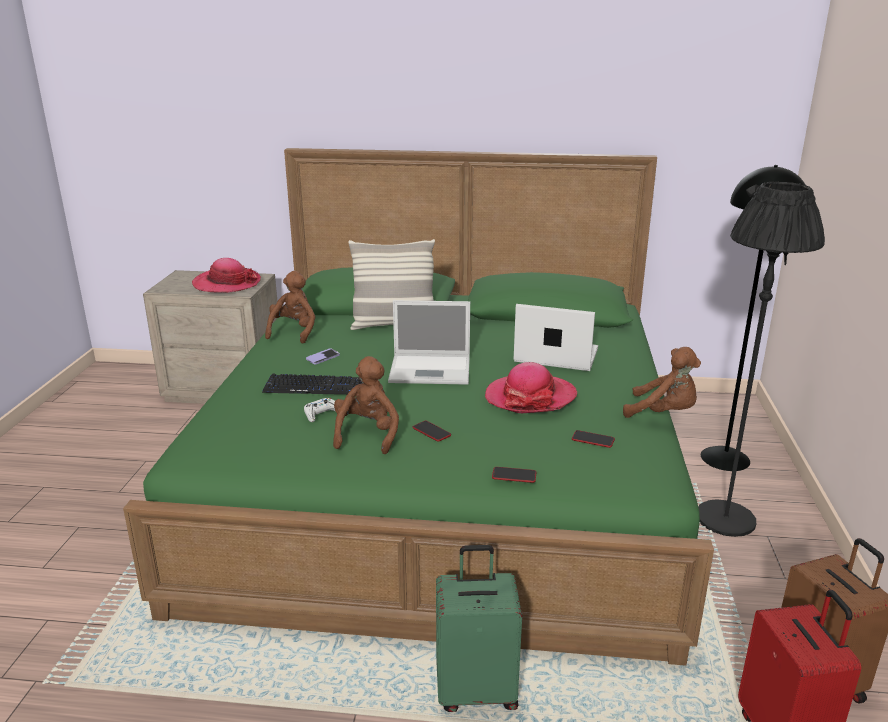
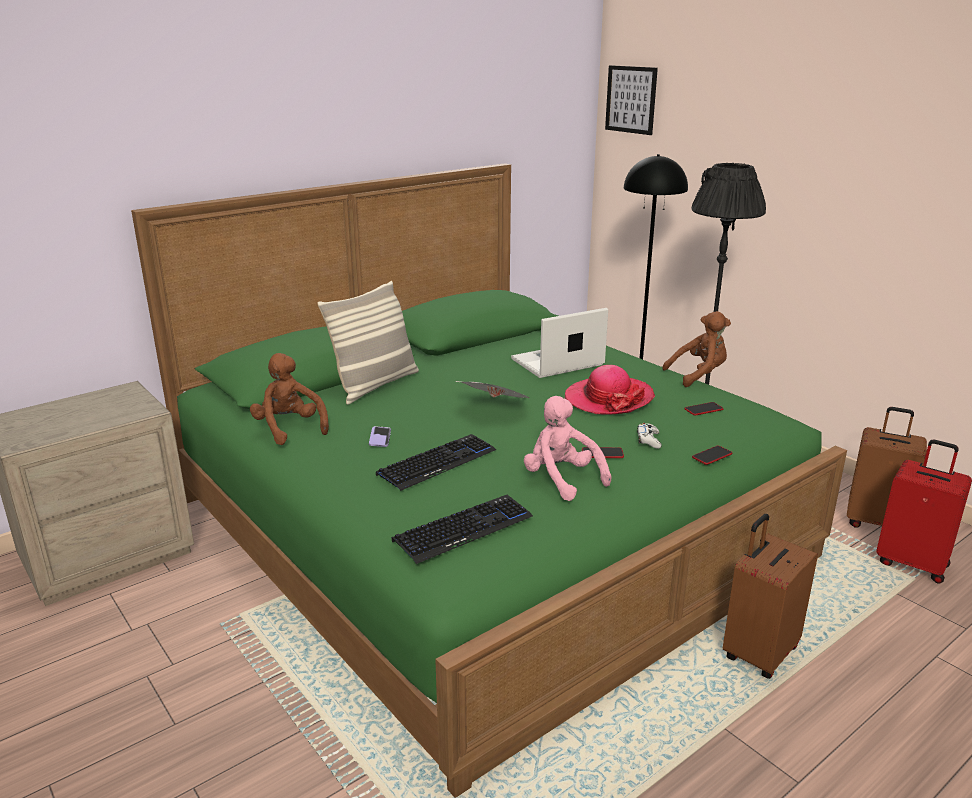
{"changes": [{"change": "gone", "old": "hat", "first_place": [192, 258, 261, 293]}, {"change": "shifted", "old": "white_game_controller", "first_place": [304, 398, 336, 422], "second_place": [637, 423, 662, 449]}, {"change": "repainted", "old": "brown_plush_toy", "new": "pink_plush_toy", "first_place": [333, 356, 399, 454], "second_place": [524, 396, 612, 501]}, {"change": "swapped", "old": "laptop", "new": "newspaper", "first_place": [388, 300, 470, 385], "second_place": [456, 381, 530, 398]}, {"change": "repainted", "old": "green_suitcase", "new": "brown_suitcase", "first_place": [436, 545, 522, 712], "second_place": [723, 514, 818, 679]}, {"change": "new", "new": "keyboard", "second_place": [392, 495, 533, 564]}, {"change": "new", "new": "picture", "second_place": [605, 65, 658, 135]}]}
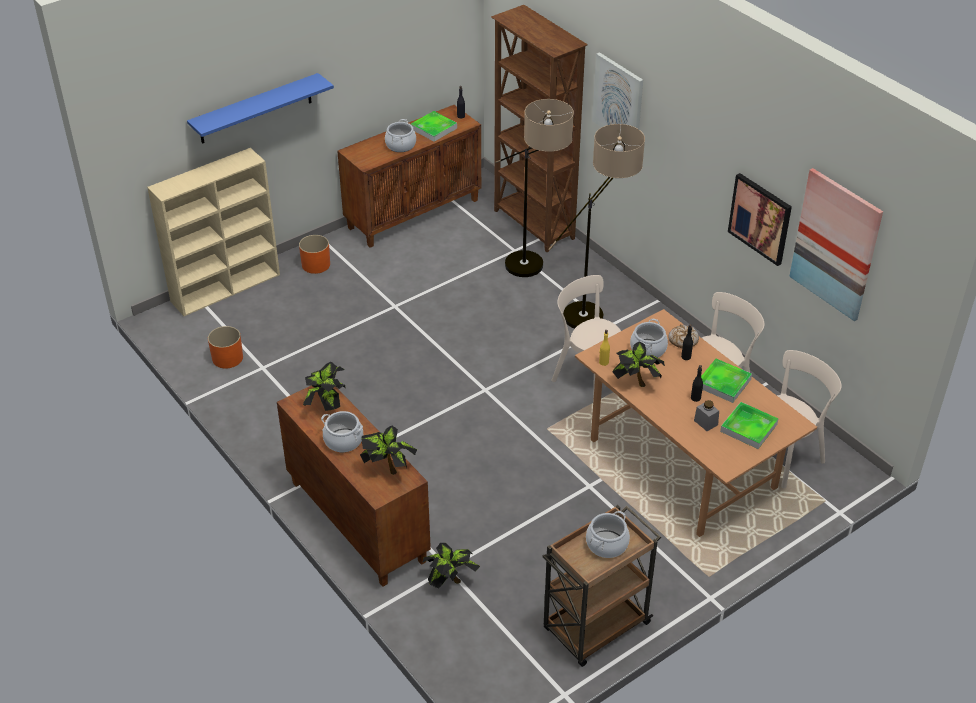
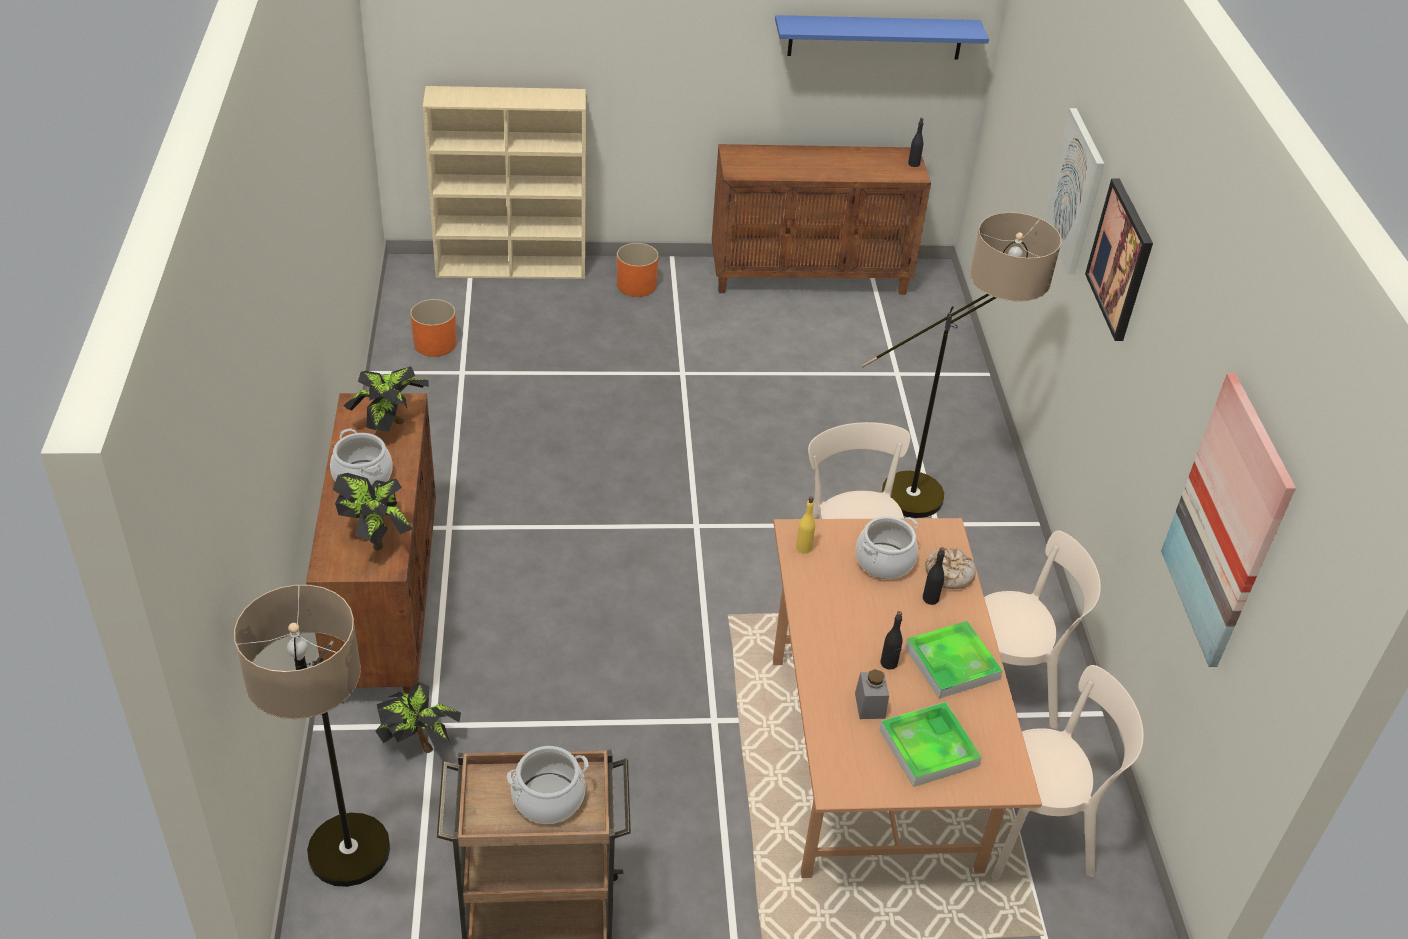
{"changes": [{"change": "shifted", "old": "blue_shelf", "first_place": [187, 73, 334, 144], "second_place": [775, 15, 989, 60]}, {"change": "gone", "old": "cooking_pot", "first_place": [385, 119, 416, 152]}, {"change": "gone", "old": "tray", "first_place": [411, 111, 457, 142]}, {"change": "gone", "old": "brown_bookcase", "first_place": [491, 5, 588, 252]}, {"change": "shifted", "old": "floor_lamp", "first_place": [495, 99, 574, 277], "second_place": [234, 585, 390, 887]}, {"change": "gone", "old": "potted_plant", "first_place": [612, 341, 665, 387]}, {"change": "shifted", "old": "picture", "first_place": [728, 173, 792, 266], "second_place": [1085, 179, 1153, 341]}]}
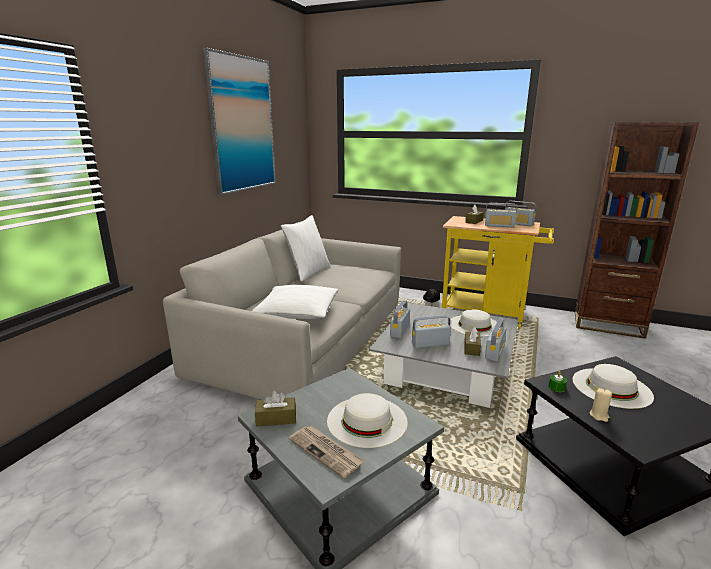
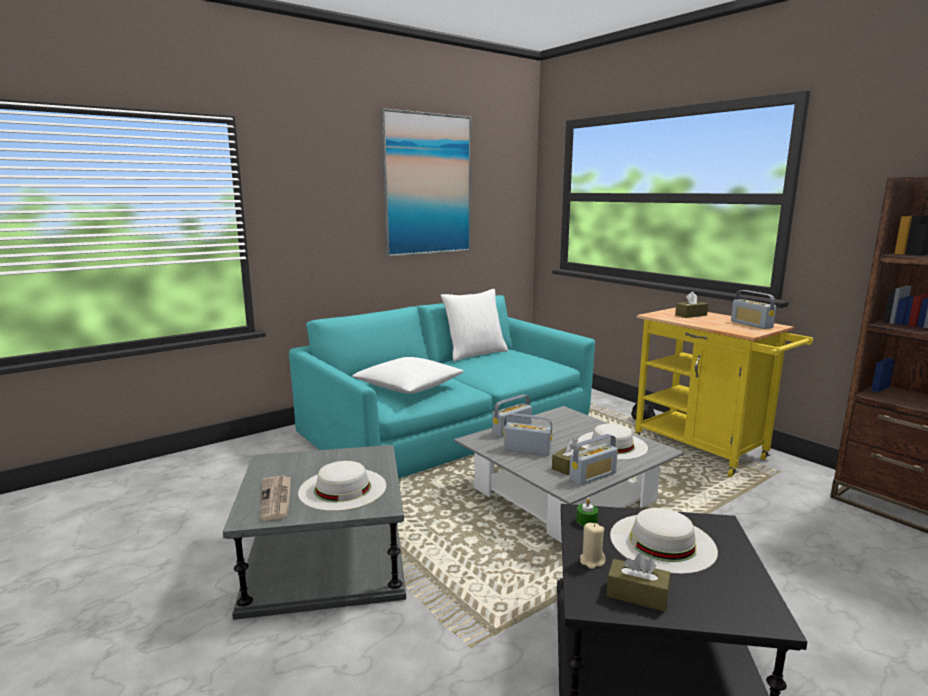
{"changes": [{"change": "repainted", "old": "grey_sofa", "new": "turquoise_sofa", "first_place": [163, 230, 401, 400], "second_place": [289, 295, 595, 479]}, {"change": "shifted", "old": "brown_tissue_box", "first_place": [255, 391, 296, 427], "second_place": [607, 553, 670, 611]}, {"change": "gone", "old": "radio", "first_place": [485, 203, 517, 228]}]}
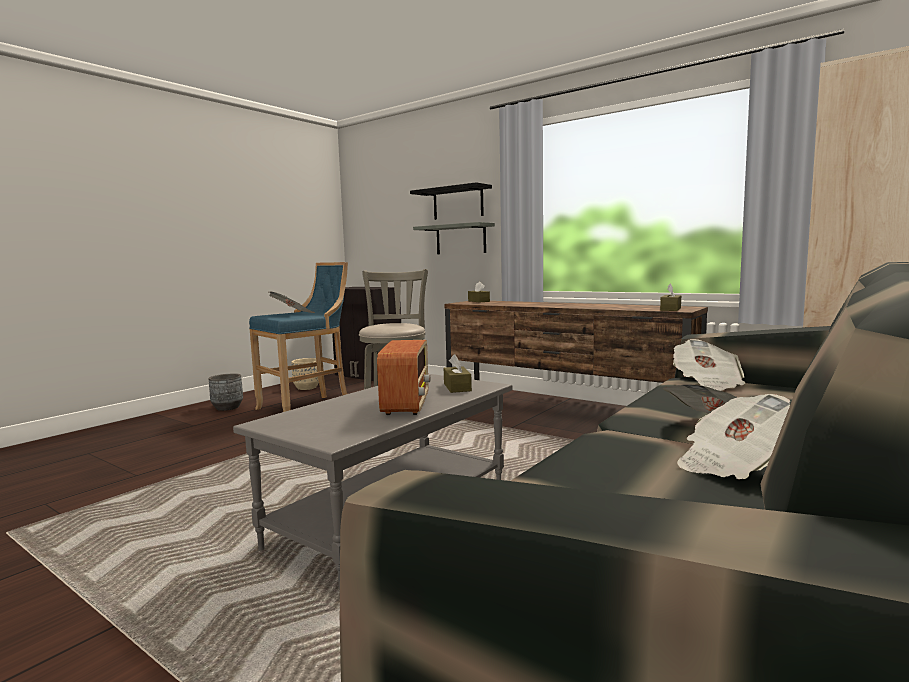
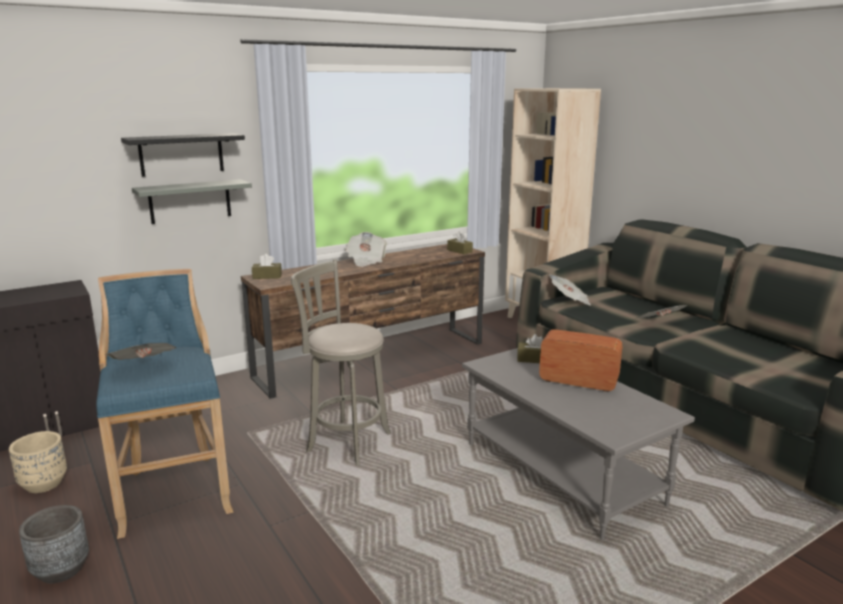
{"changes": [{"change": "shifted", "old": "newspaper", "first_place": [677, 394, 790, 479], "second_place": [345, 232, 387, 267]}]}
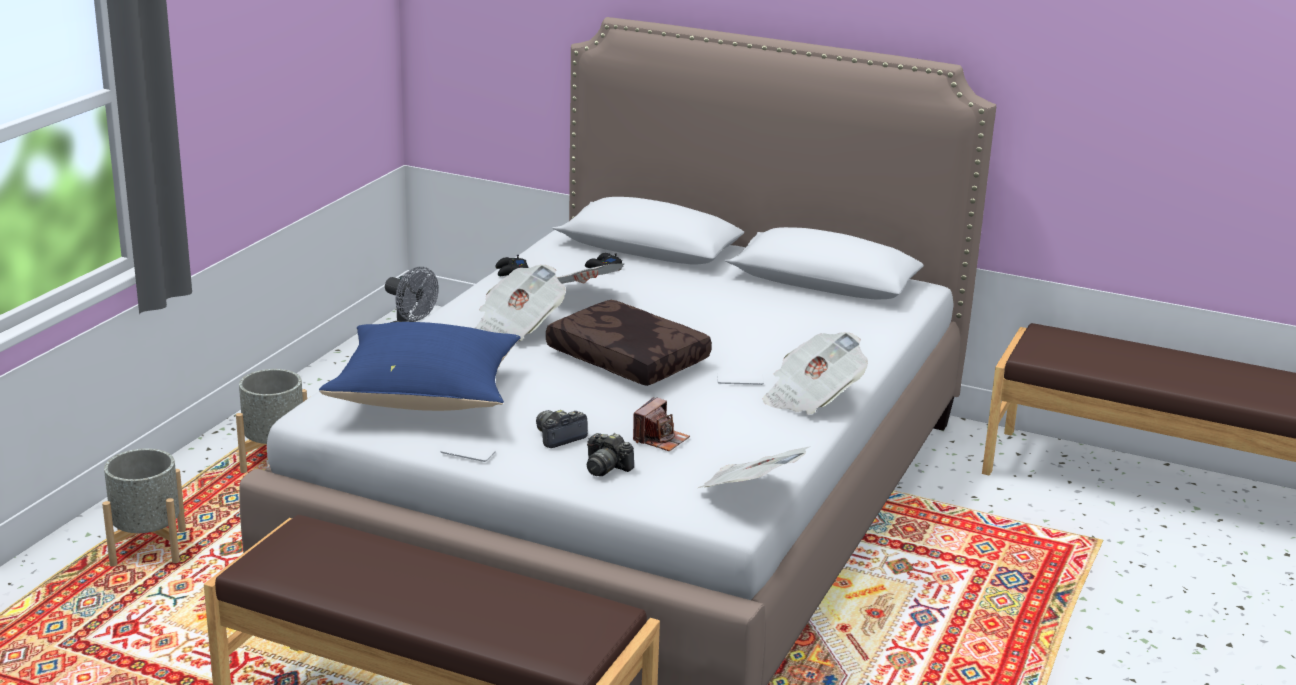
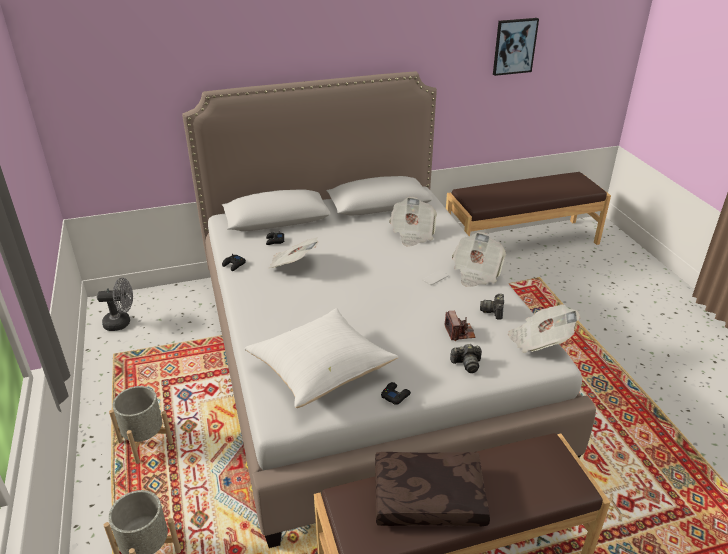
{"changes": [{"change": "repainted", "old": "blue_pillow", "new": "white_pillow", "first_place": [319, 322, 521, 411], "second_place": [244, 308, 399, 408]}, {"change": "swapped", "old": "phone", "new": "black_game_controller", "first_place": [441, 441, 495, 462], "second_place": [381, 382, 411, 404]}, {"change": "shifted", "old": "newspaper", "first_place": [475, 265, 566, 341], "second_place": [389, 197, 437, 247]}, {"change": "shifted", "old": "photo_camera", "first_place": [536, 410, 588, 448], "second_place": [480, 294, 504, 319]}, {"change": "shifted", "old": "brown_pillow", "first_place": [546, 300, 712, 386], "second_place": [375, 452, 490, 526]}, {"change": "new", "new": "picture", "second_place": [493, 18, 539, 76]}]}
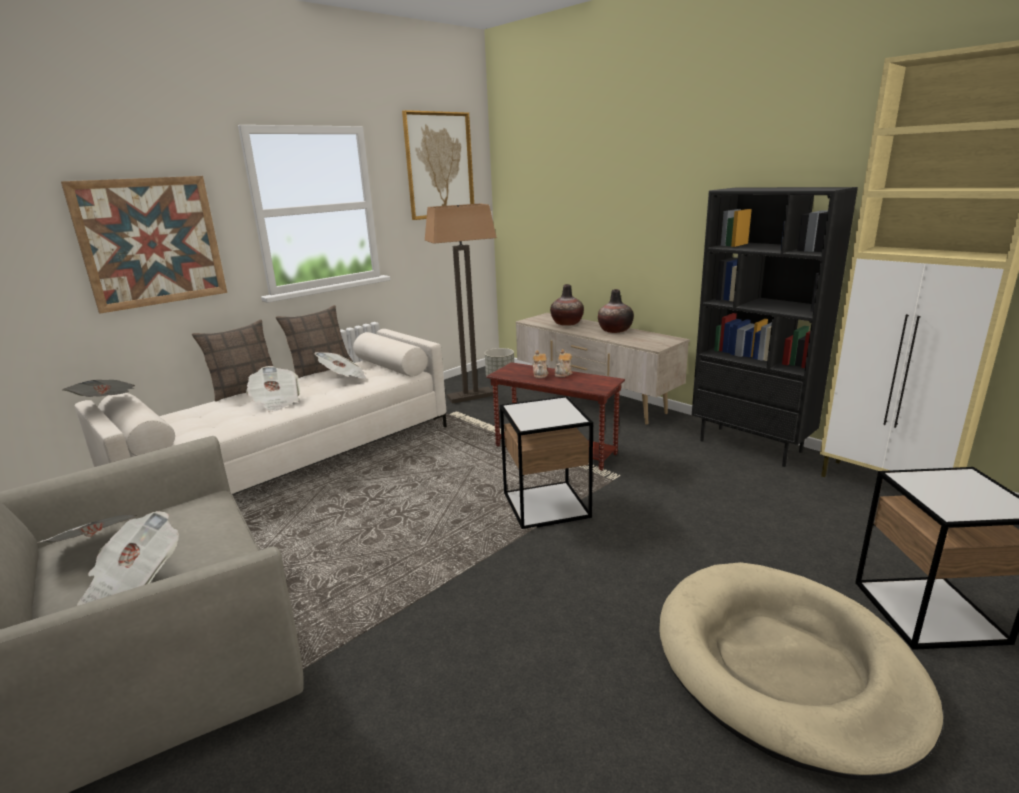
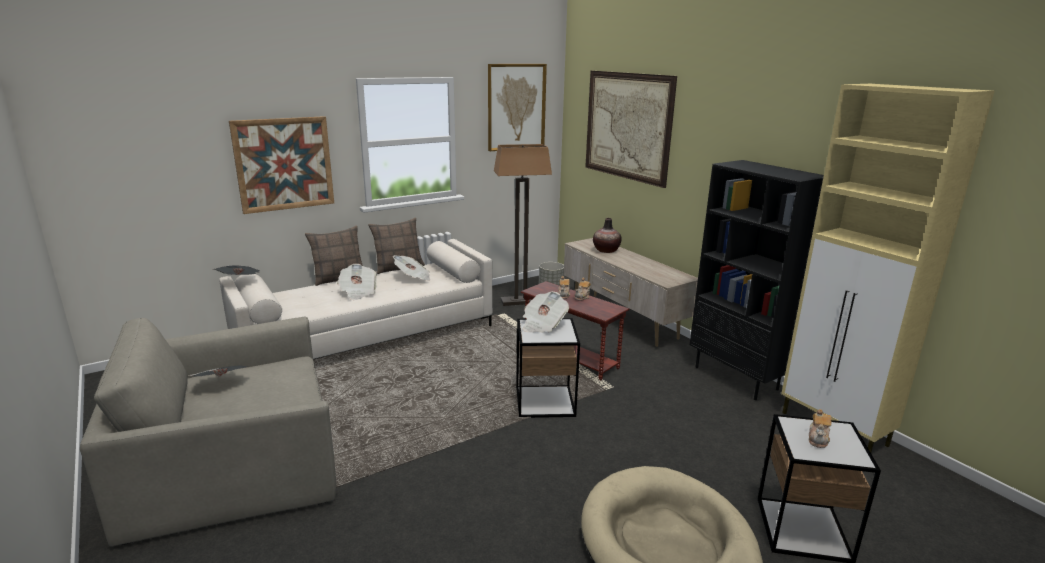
{"changes": [{"change": "shifted", "old": "newspaper", "first_place": [77, 511, 179, 606], "second_place": [523, 291, 569, 333]}, {"change": "gone", "old": "vase", "first_place": [598, 289, 634, 333]}, {"change": "new", "new": "picture", "second_place": [585, 71, 677, 188]}, {"change": "new", "new": "teapot", "second_place": [809, 409, 832, 448]}]}
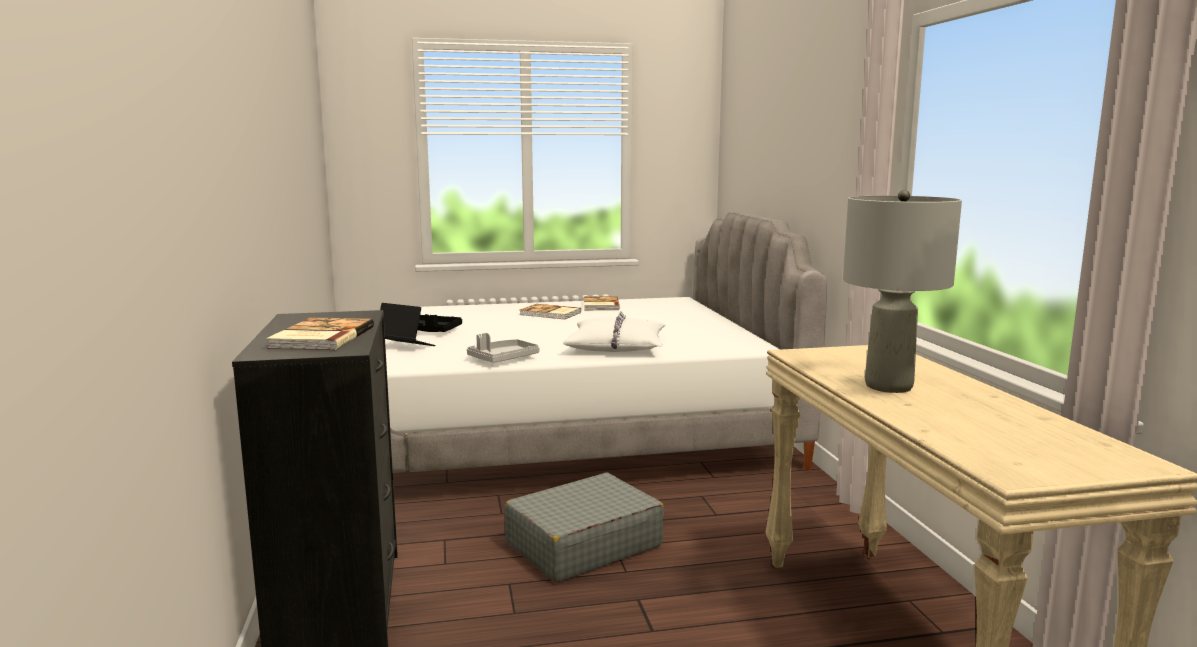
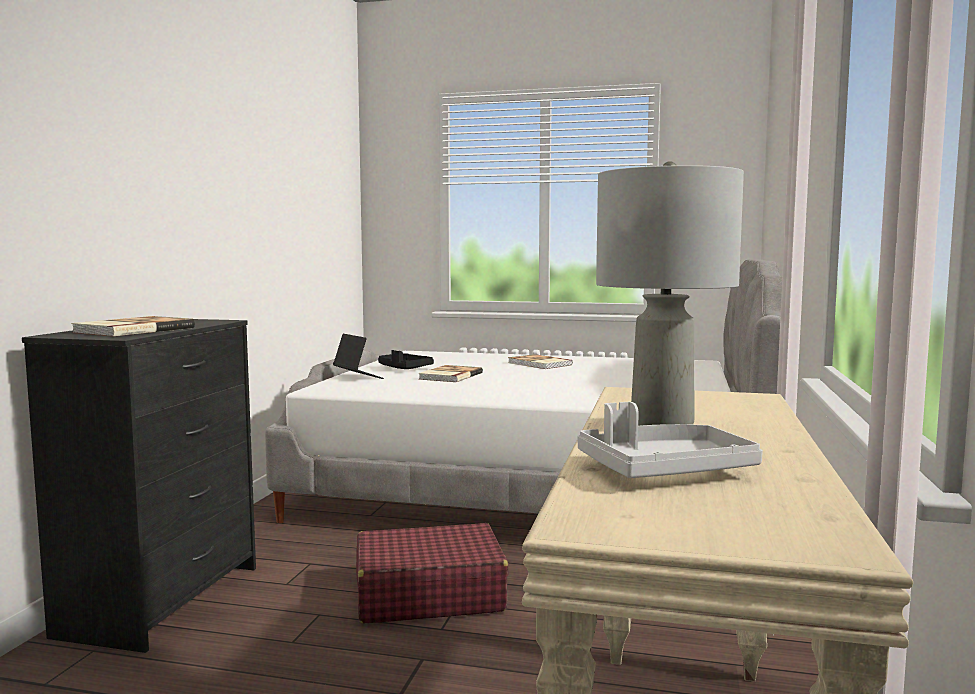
{"changes": [{"change": "shifted", "old": "grey_tray", "first_place": [467, 333, 539, 363], "second_place": [577, 402, 763, 478]}, {"change": "repainted", "old": "grey_suitcase", "new": "red_suitcase", "first_place": [505, 473, 664, 583], "second_place": [356, 523, 508, 623]}, {"change": "gone", "old": "white_pillow", "first_place": [563, 311, 666, 352]}, {"change": "shifted", "old": "book", "first_place": [584, 296, 620, 310], "second_place": [419, 365, 483, 382]}]}
